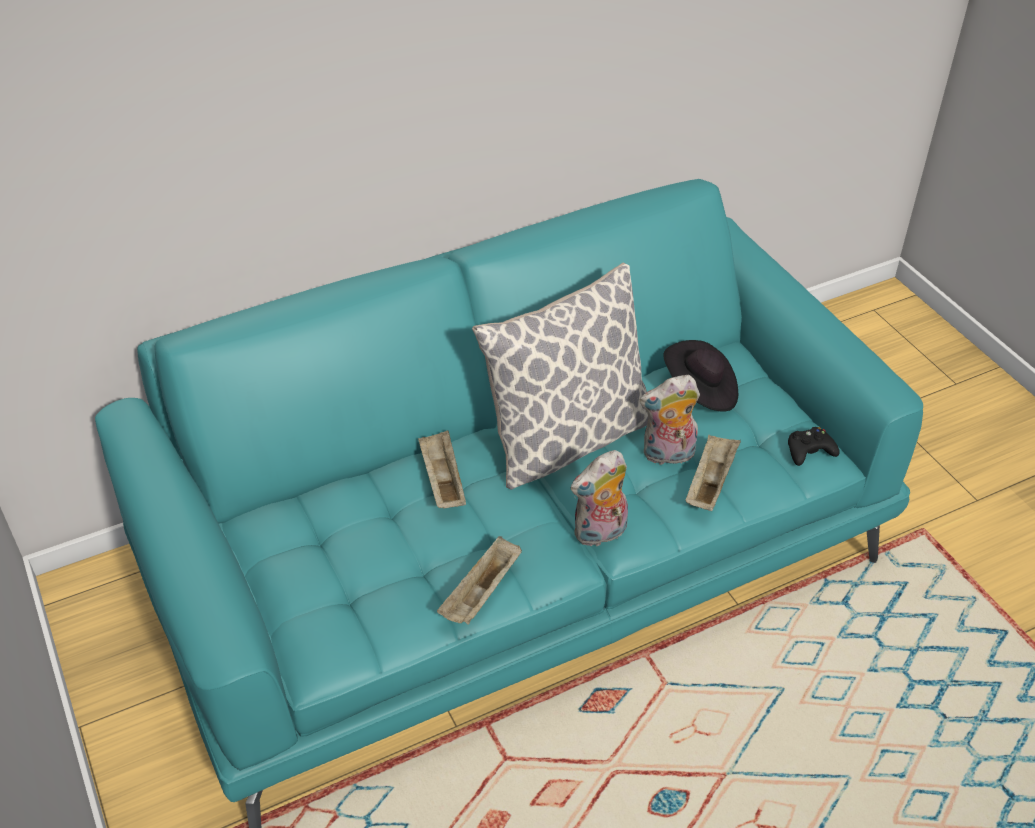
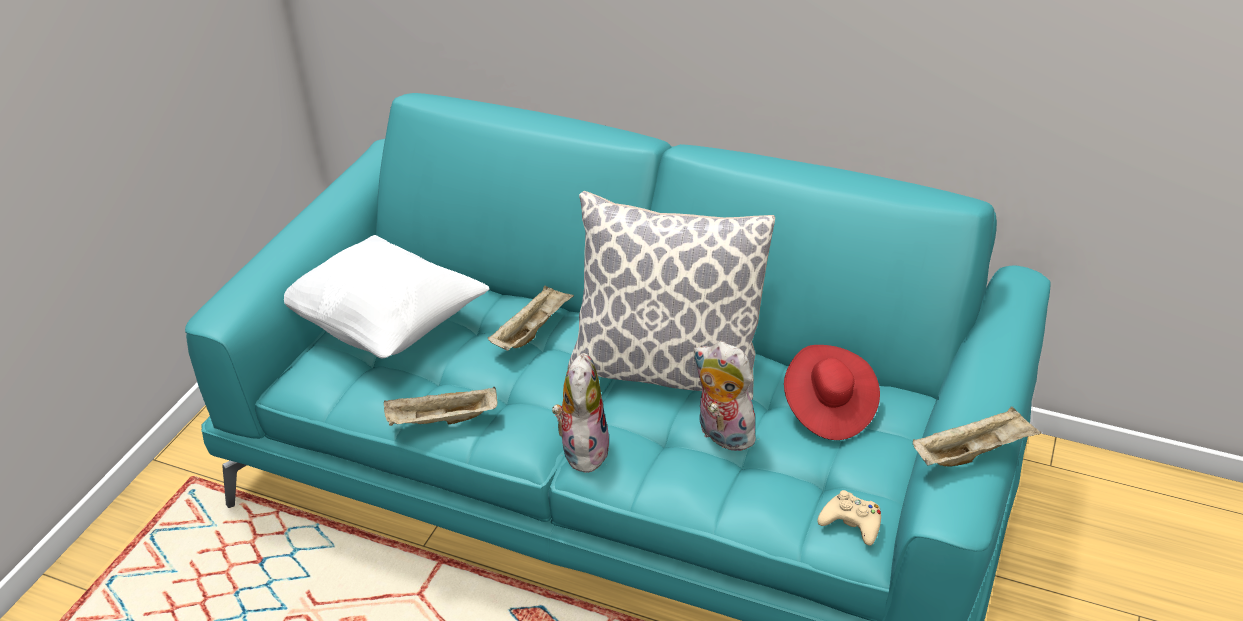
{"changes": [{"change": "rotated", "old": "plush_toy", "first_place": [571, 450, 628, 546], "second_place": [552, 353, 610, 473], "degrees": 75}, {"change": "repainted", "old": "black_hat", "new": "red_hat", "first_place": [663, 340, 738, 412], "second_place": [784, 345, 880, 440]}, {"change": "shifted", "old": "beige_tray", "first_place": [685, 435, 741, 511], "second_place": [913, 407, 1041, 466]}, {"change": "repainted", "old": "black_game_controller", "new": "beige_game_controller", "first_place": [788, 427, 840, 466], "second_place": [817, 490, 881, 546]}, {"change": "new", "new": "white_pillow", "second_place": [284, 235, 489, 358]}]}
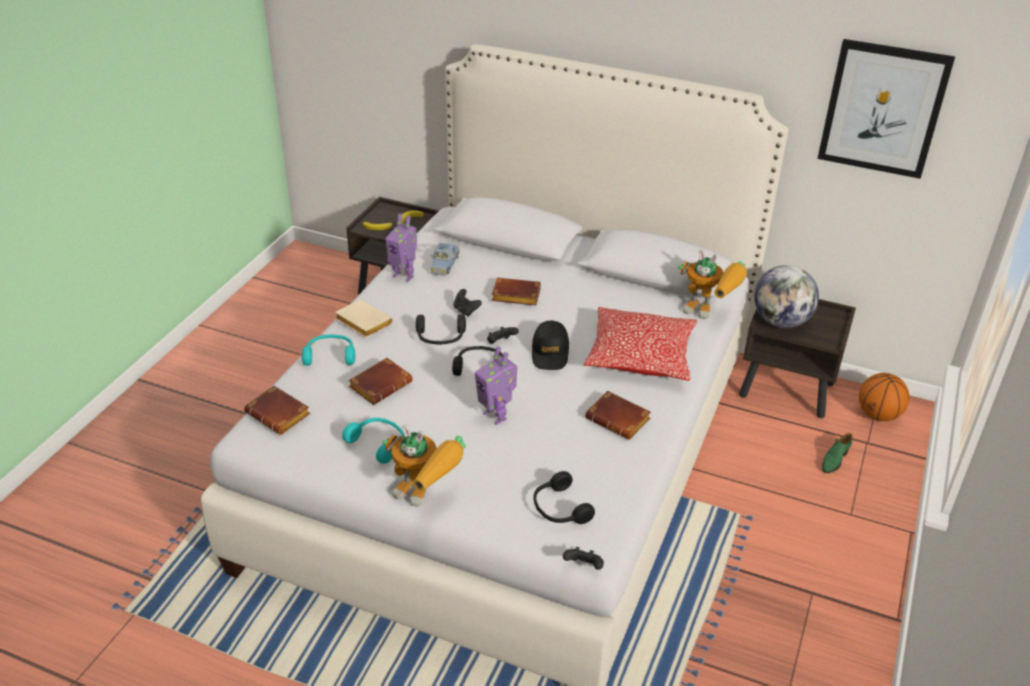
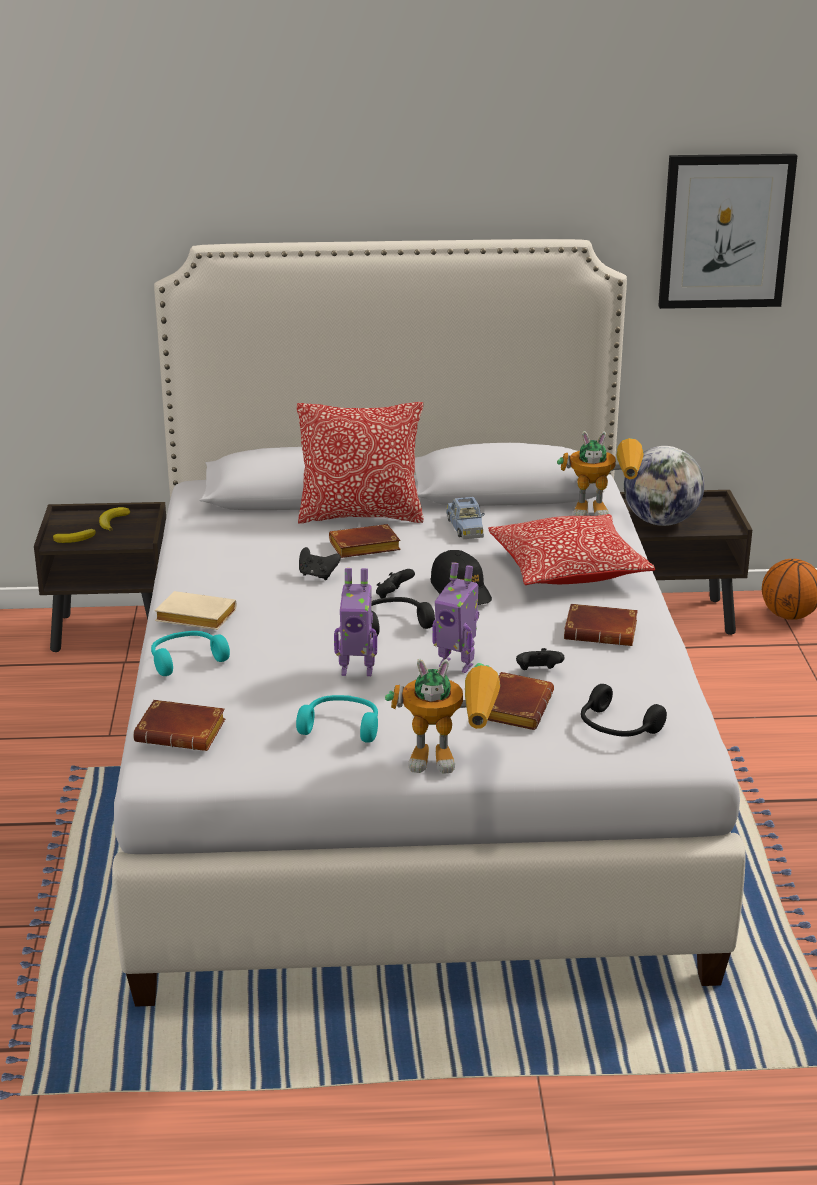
{"changes": [{"change": "shifted", "old": "brown_book", "first_place": [348, 358, 413, 405], "second_place": [488, 672, 554, 730]}, {"change": "shifted", "old": "toy_robot", "first_place": [385, 214, 417, 282], "second_place": [334, 568, 377, 676]}, {"change": "gone", "old": "black_headphones", "first_place": [416, 314, 466, 345]}, {"change": "shifted", "old": "blue_toy_car", "first_place": [431, 243, 460, 276], "second_place": [446, 497, 485, 539]}, {"change": "shifted", "old": "black_game_controller", "first_place": [563, 547, 604, 570], "second_place": [516, 648, 564, 670]}, {"change": "gone", "old": "green_shoe", "first_place": [822, 433, 852, 473]}, {"change": "new", "new": "pillow", "second_place": [297, 402, 424, 523]}]}
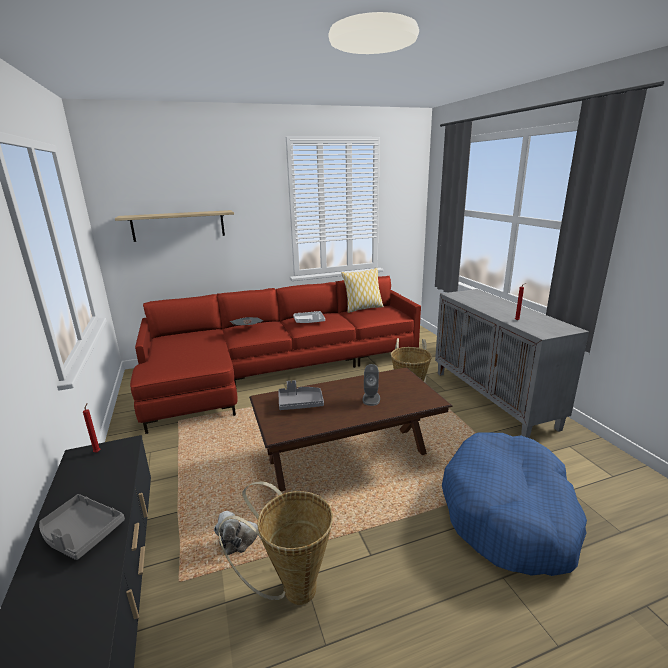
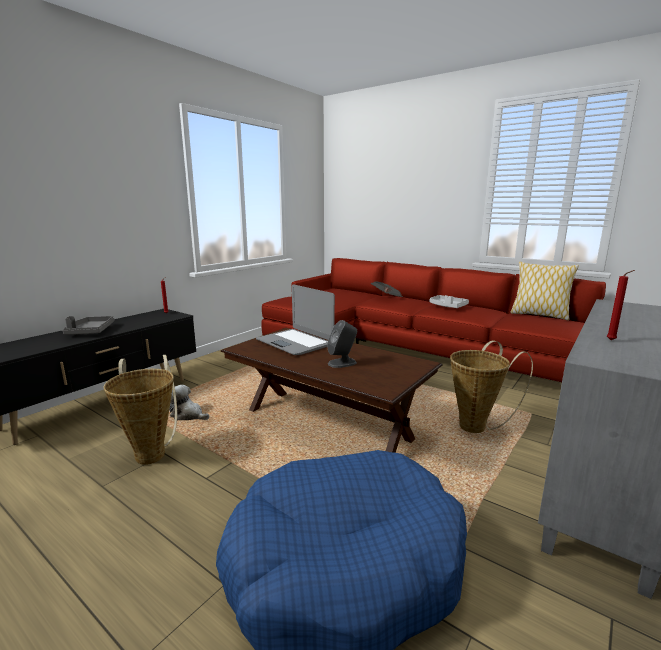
{"changes": [{"change": "gone", "old": "shelf", "first_place": [115, 210, 234, 242]}, {"change": "swapped", "old": "grey_tray", "new": "laptop", "first_place": [278, 380, 324, 410], "second_place": [256, 284, 335, 355]}]}
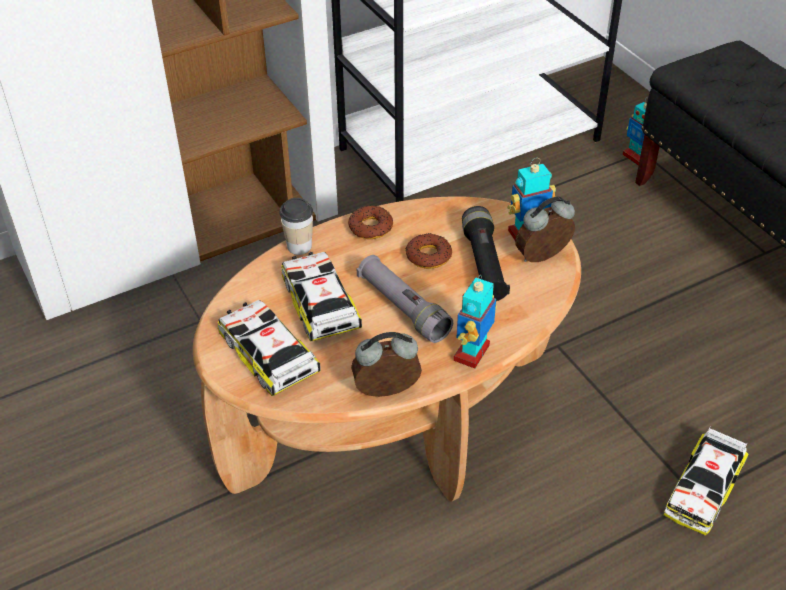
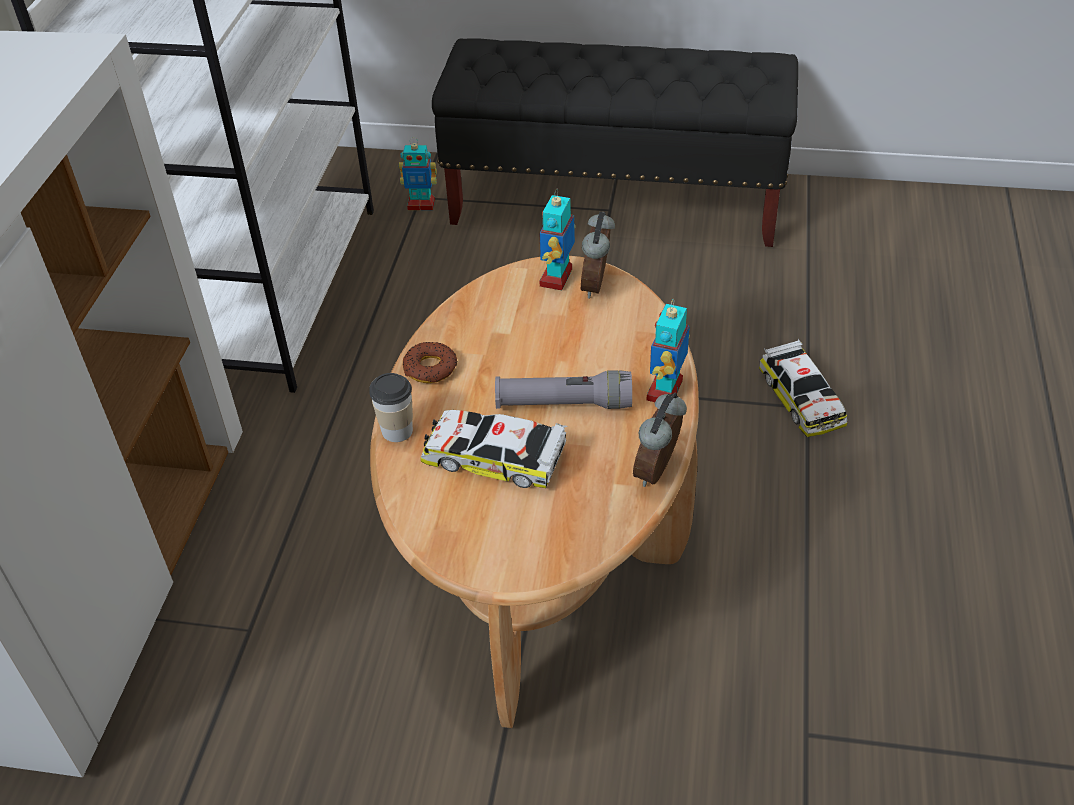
{"changes": [{"change": "gone", "old": "toy_car", "first_place": [217, 300, 321, 396]}, {"change": "gone", "old": "donut", "first_place": [405, 233, 452, 269]}, {"change": "rotated", "old": "toy_robot", "first_place": [454, 275, 497, 369], "second_place": [647, 300, 690, 402], "degrees": 45}, {"change": "gone", "old": "black_flashlight", "first_place": [462, 206, 510, 301]}]}
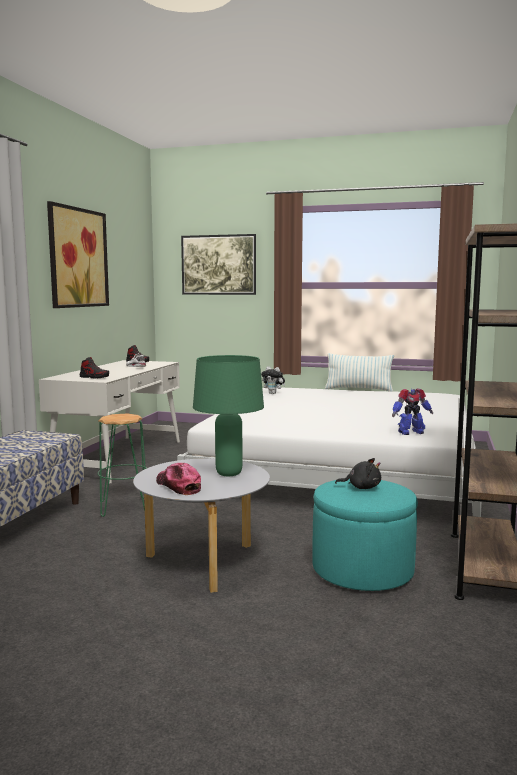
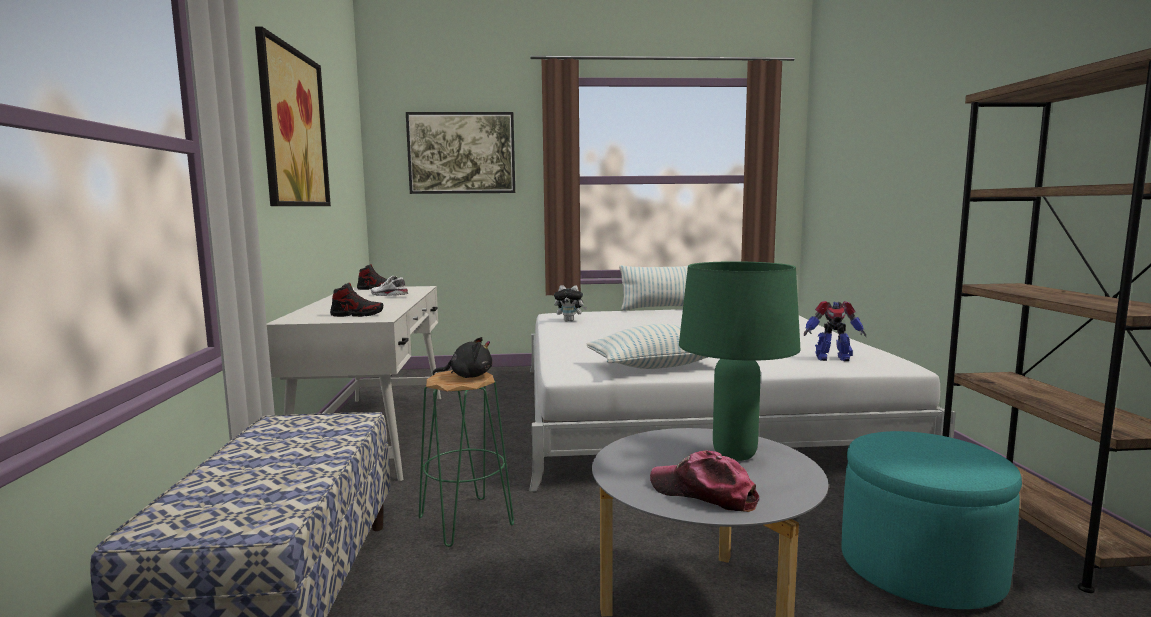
{"changes": [{"change": "shifted", "old": "black_plush_toy", "first_place": [335, 458, 381, 489], "second_place": [432, 337, 492, 378]}, {"change": "rotated", "old": "toy_robot", "first_place": [392, 388, 433, 435], "second_place": [804, 301, 866, 361], "degrees": 45}, {"change": "new", "new": "pillow", "second_place": [586, 324, 708, 369]}]}
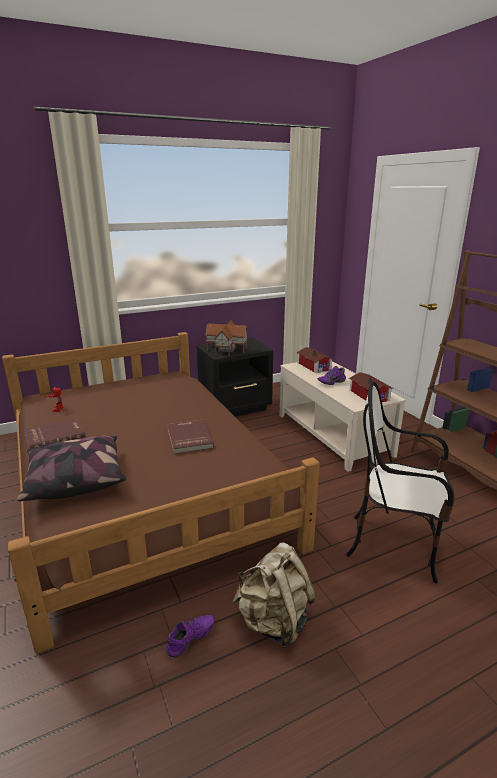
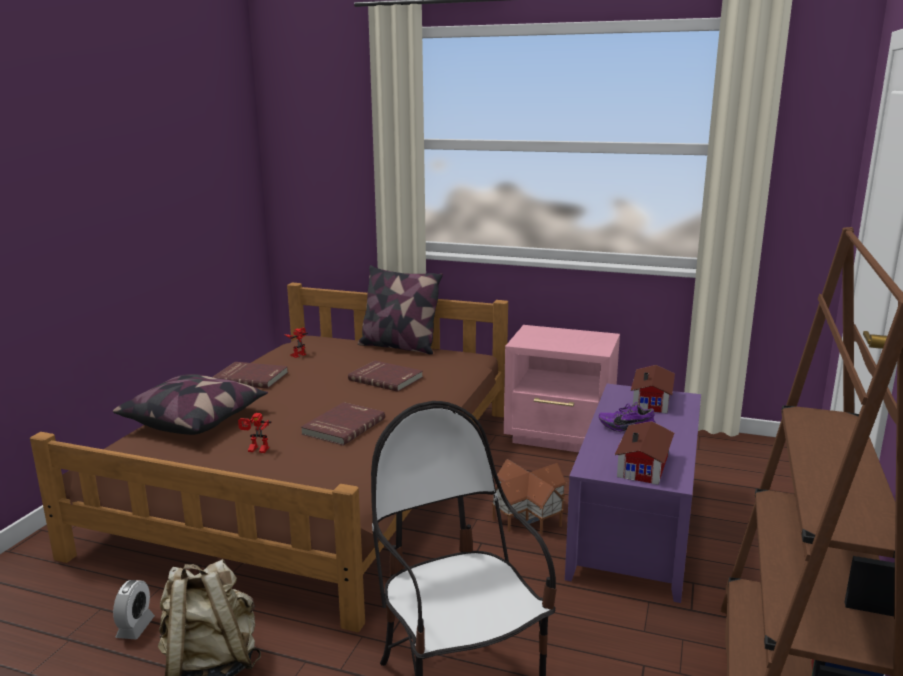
{"changes": [{"change": "swapped", "old": "purple_shoe", "new": "alarm_clock", "first_place": [165, 615, 214, 657], "second_place": [113, 580, 155, 639]}, {"change": "repainted", "old": "black_nightstand", "new": "pink_nightstand", "first_place": [197, 338, 273, 417], "second_place": [504, 325, 620, 452]}, {"change": "shifted", "old": "toy_house", "first_place": [205, 320, 248, 356], "second_place": [492, 459, 567, 535]}, {"change": "repainted", "old": "beige_coffee_table", "new": "purple_coffee_table", "first_place": [280, 361, 406, 472], "second_place": [565, 384, 701, 603]}, {"change": "new", "new": "toy_robot", "second_place": [238, 413, 271, 453]}, {"change": "new", "new": "red_book", "second_place": [348, 361, 423, 392]}, {"change": "new", "new": "pillow", "second_place": [358, 265, 443, 355]}]}
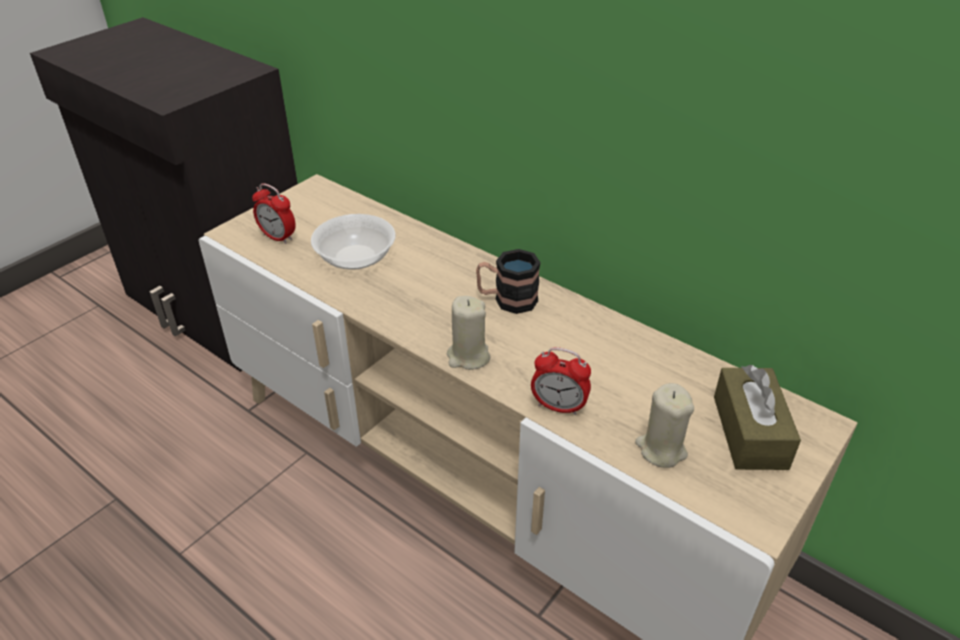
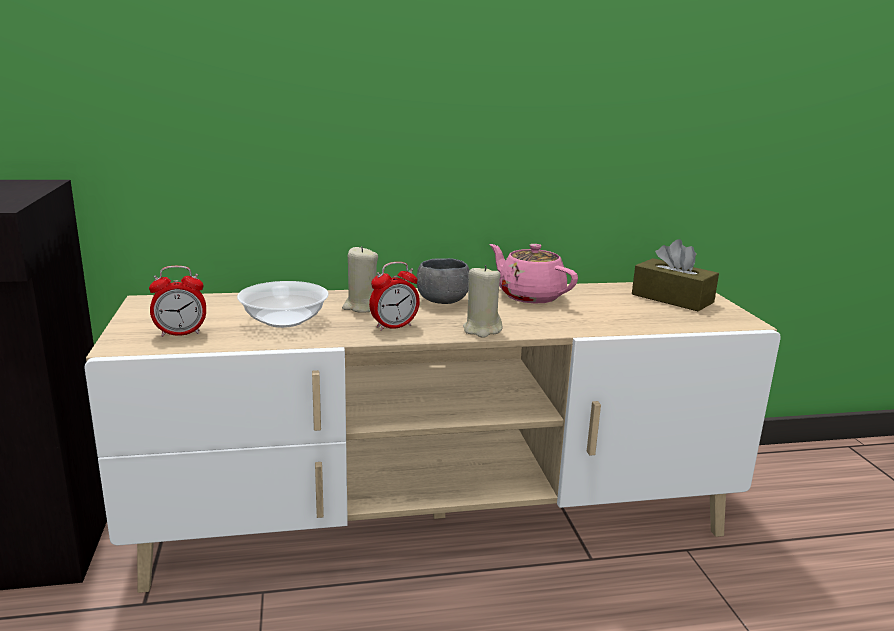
{"changes": [{"change": "swapped", "old": "mug", "new": "grey_bowl", "first_place": [476, 249, 541, 314], "second_place": [417, 258, 470, 304]}, {"change": "shifted", "old": "alarm_clock", "first_place": [531, 347, 591, 415], "second_place": [369, 262, 420, 331]}, {"change": "shifted", "old": "beige_candle", "first_place": [635, 383, 694, 468], "second_place": [342, 246, 378, 313]}, {"change": "new", "new": "pink_teapot", "second_place": [490, 244, 578, 304]}]}
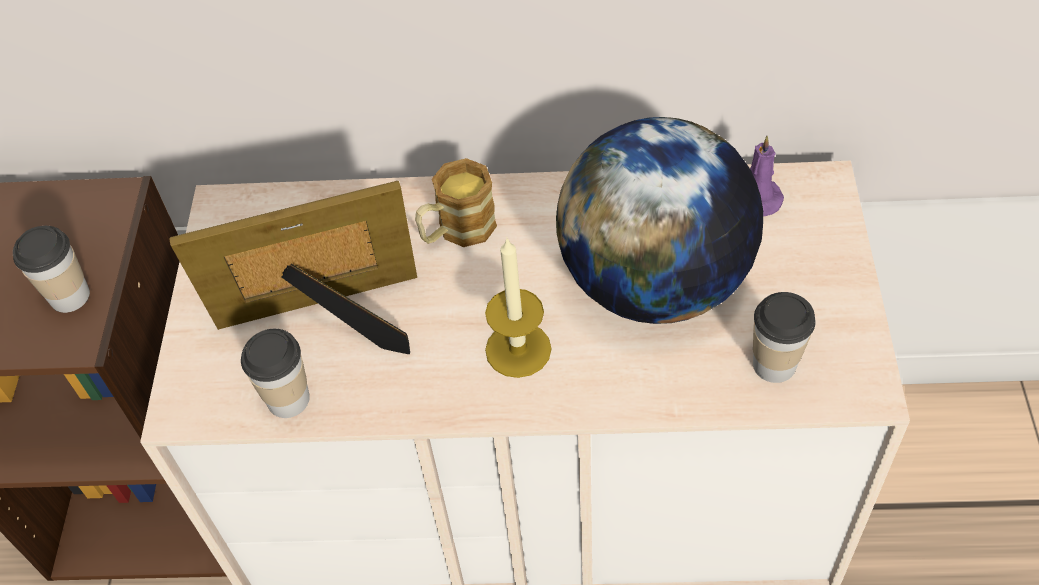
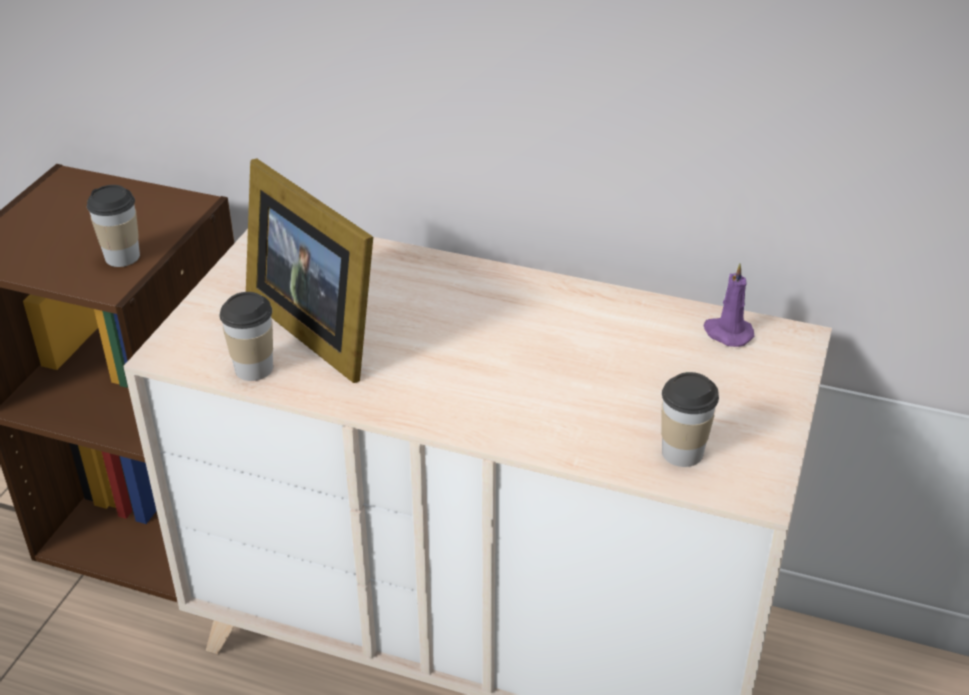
{"changes": [{"change": "rotated", "old": "picture_frame", "first_place": [170, 181, 417, 354], "second_place": [246, 159, 373, 383], "degrees": -135}, {"change": "gone", "old": "mug", "first_place": [415, 158, 497, 247]}, {"change": "gone", "old": "candle", "first_place": [485, 237, 552, 378]}, {"change": "gone", "old": "globe", "first_place": [556, 117, 763, 324]}]}
